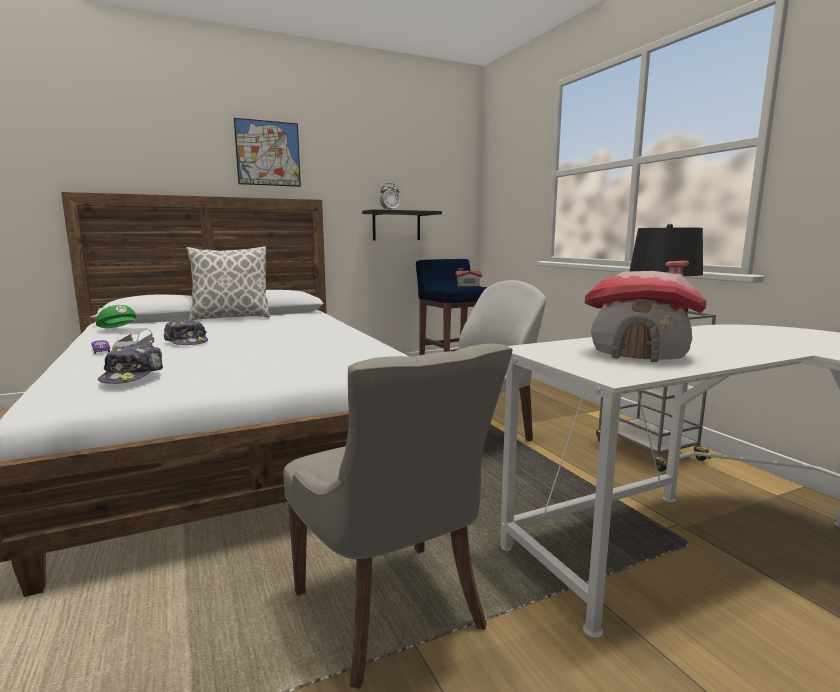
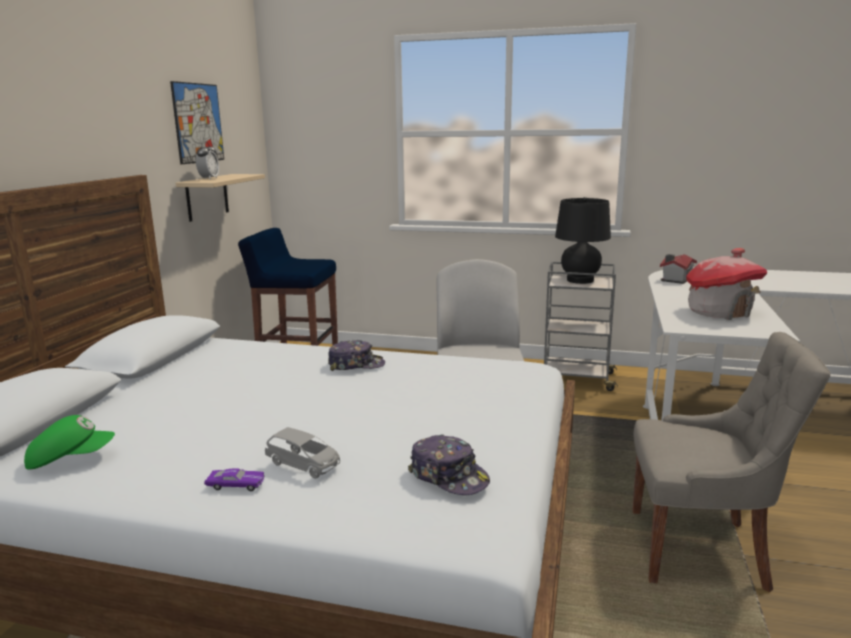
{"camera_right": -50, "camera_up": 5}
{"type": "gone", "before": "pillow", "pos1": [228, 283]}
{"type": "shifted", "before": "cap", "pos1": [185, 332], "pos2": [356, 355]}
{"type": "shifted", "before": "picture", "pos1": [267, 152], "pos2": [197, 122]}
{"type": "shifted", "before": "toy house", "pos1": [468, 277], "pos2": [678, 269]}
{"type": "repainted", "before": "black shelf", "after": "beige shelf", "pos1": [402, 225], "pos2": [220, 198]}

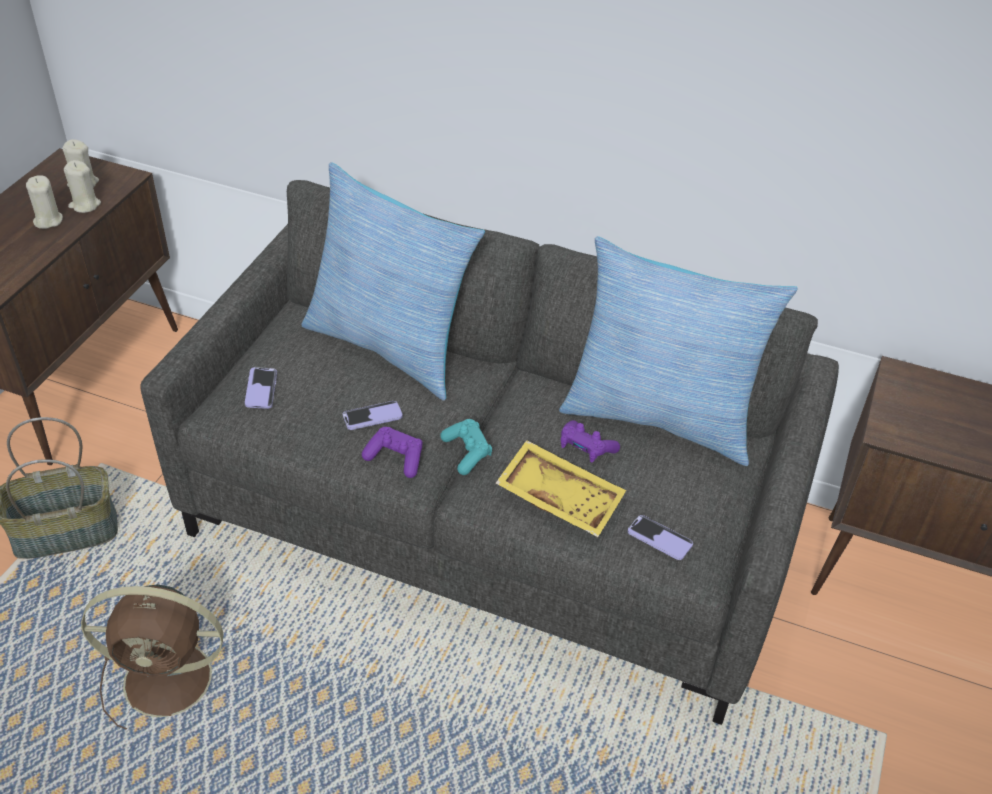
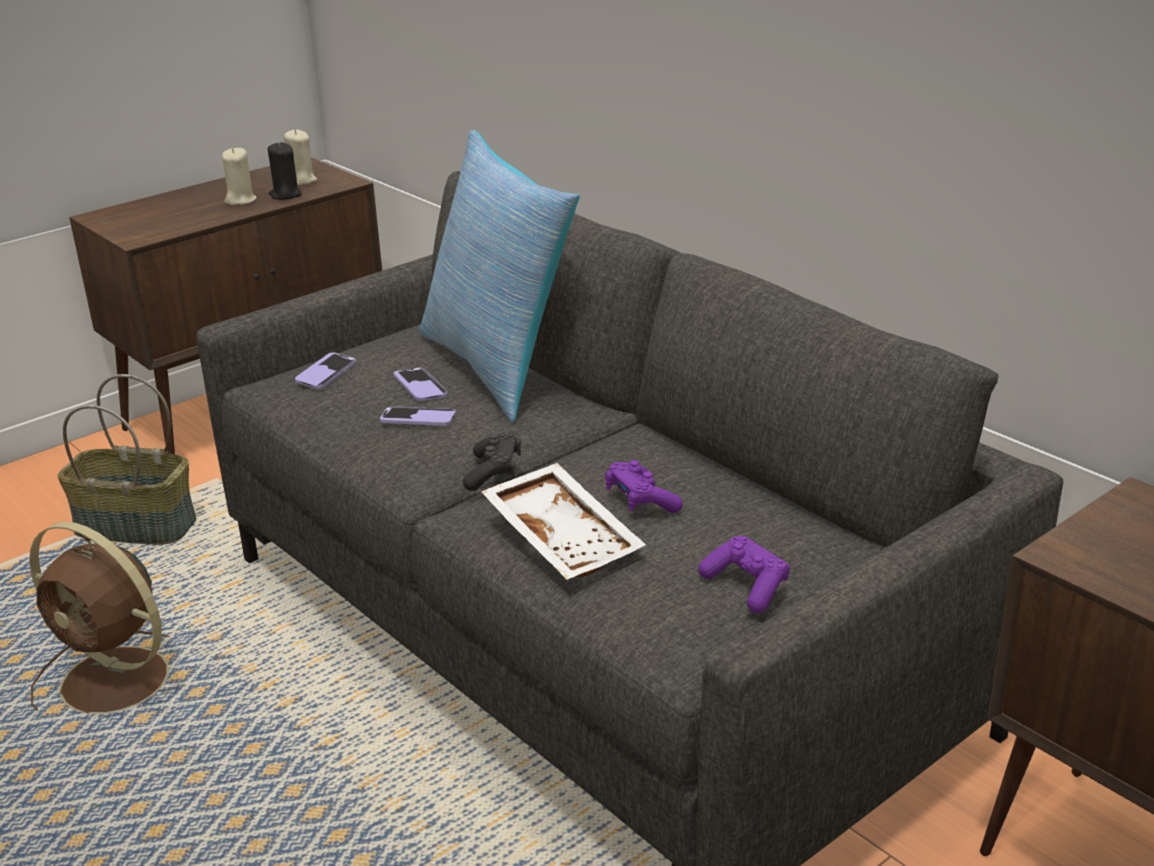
{"camera_right": 30, "camera_up": -15}
{"type": "gone", "before": "pillow", "pos1": [678, 351]}
{"type": "shifted", "before": "purple game controller", "pos1": [392, 452], "pos2": [744, 574]}
{"type": "shifted", "before": "phone", "pos1": [660, 537], "pos2": [420, 384]}
{"type": "repainted", "before": "beige candle", "after": "black candle", "pos1": [82, 186], "pos2": [284, 171]}
{"type": "repainted", "before": "turquoise game controller", "after": "black game controller", "pos1": [466, 447], "pos2": [492, 461]}
{"type": "repainted", "before": "yellow tray", "after": "white tray", "pos1": [561, 488], "pos2": [563, 521]}

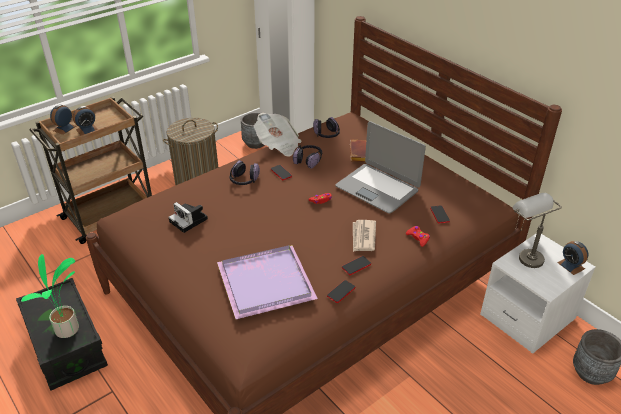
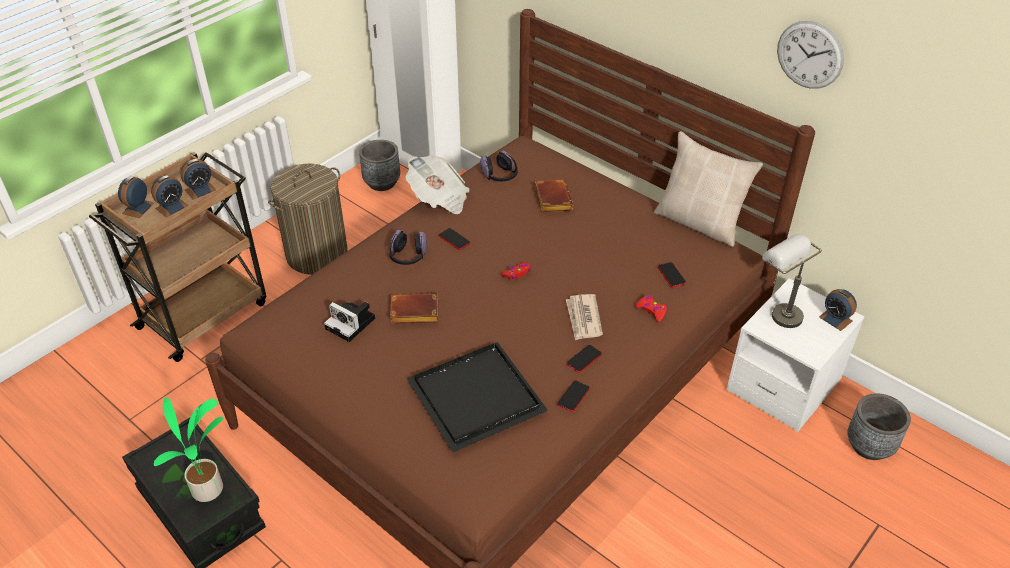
{"camera_right": -10, "camera_up": 5}
{"type": "gone", "before": "headphones", "pos1": [307, 157]}
{"type": "gone", "before": "laptop", "pos1": [380, 167]}
{"type": "new", "after": "alarm clock", "pos2": [198, 179]}
{"type": "new", "after": "brown book", "pos2": [414, 308]}
{"type": "new", "after": "beige pillow", "pos2": [708, 189]}
{"type": "new", "after": "wall clock", "pos2": [810, 55]}
{"type": "repainted", "before": "purple tray", "after": "black tray", "pos1": [267, 282], "pos2": [477, 397]}

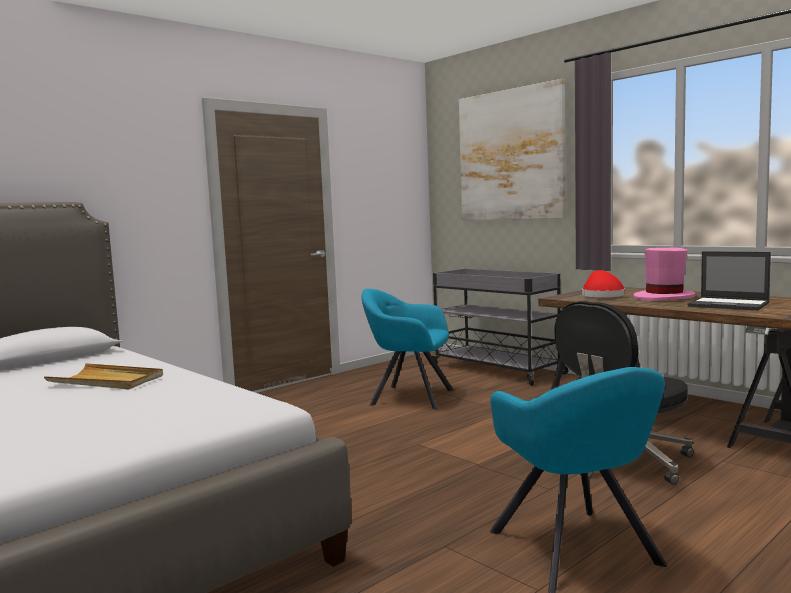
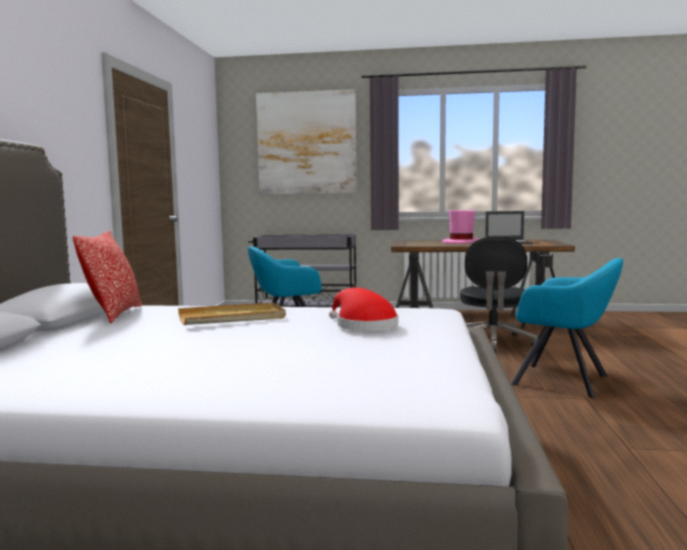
{"camera_right": -40, "camera_up": 0}
{"type": "new", "after": "pillow", "pos2": [107, 277]}
{"type": "shifted", "before": "red hat", "pos1": [603, 283], "pos2": [363, 309]}

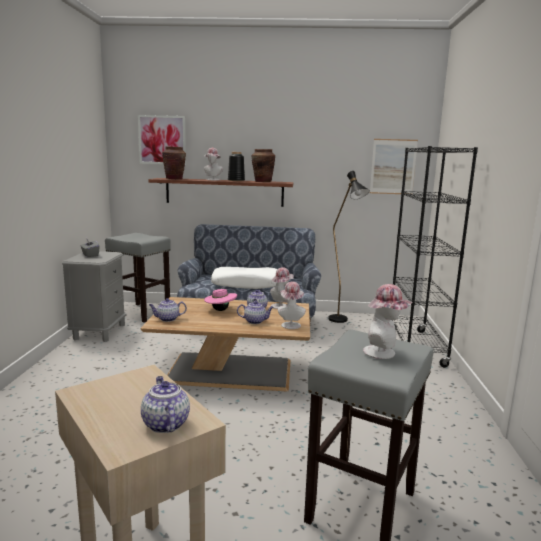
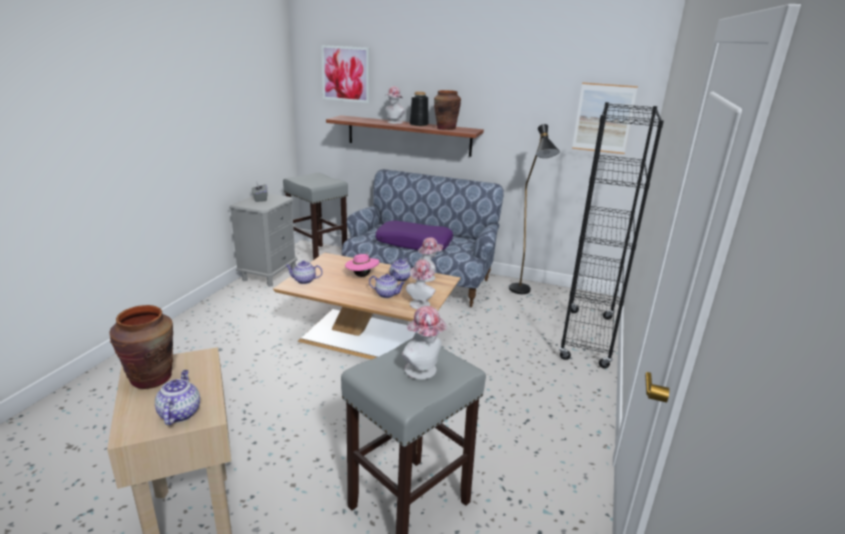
{"camera_right": 15, "camera_up": 10}
{"type": "shifted", "before": "brown vase", "pos1": [174, 162], "pos2": [141, 347]}
{"type": "repainted", "before": "white pillow", "after": "purple pillow", "pos1": [244, 278], "pos2": [414, 235]}

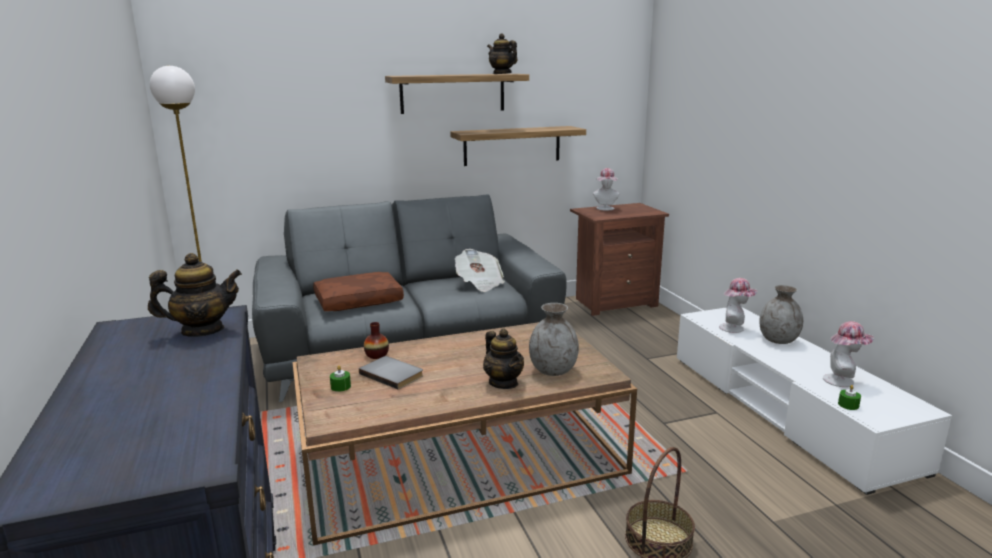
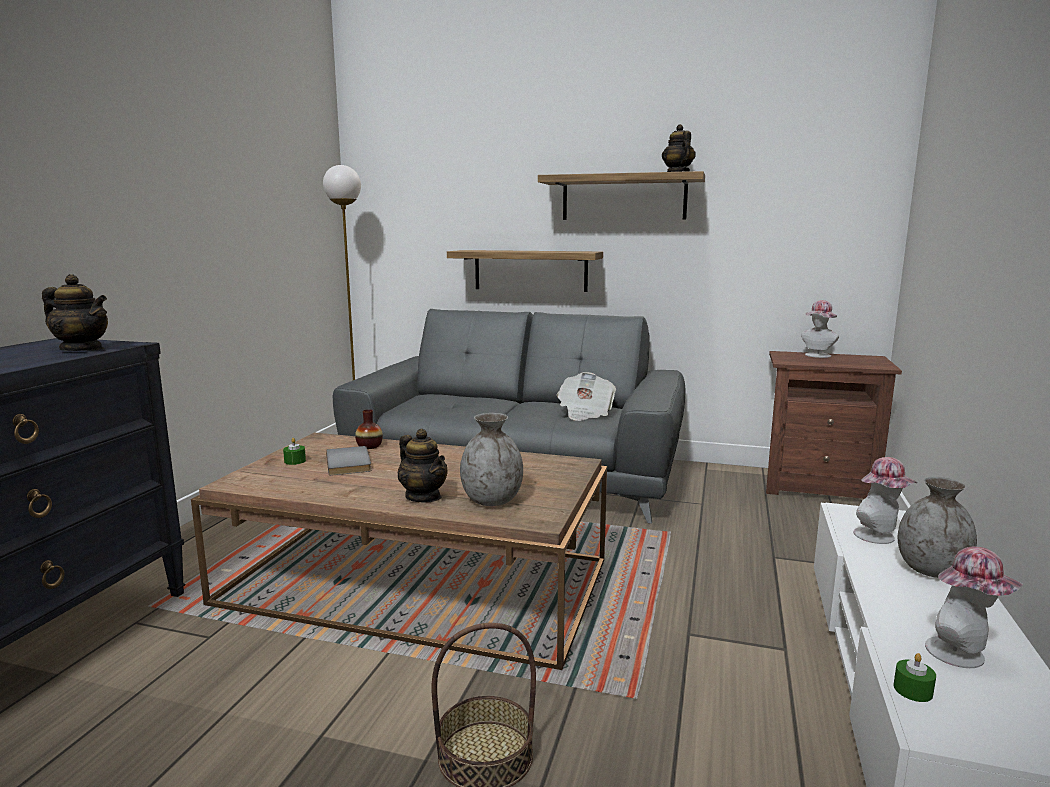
{"camera_right": 35, "camera_up": -5}
{"type": "gone", "before": "brown pillow", "pos1": [358, 291]}
{"type": "shifted", "before": "shelf", "pos1": [518, 146], "pos2": [525, 271]}
{"type": "rotated", "before": "teapot", "pos1": [503, 359], "pos2": [423, 465], "turn": -45}

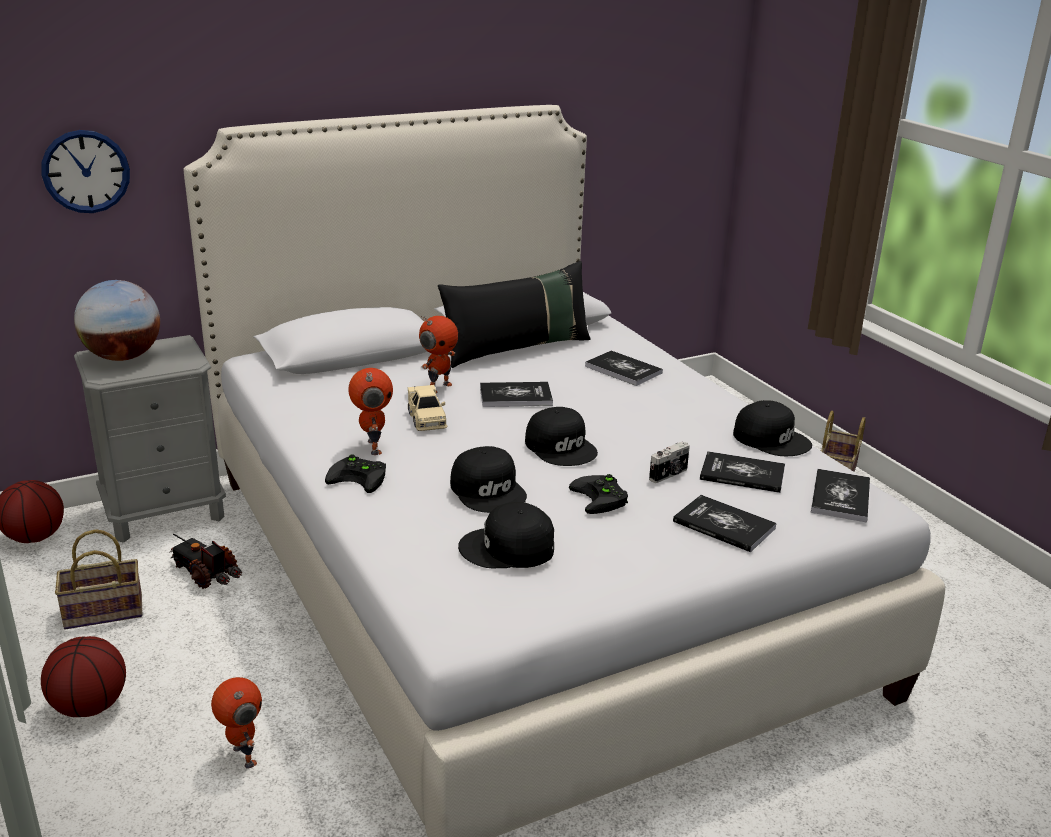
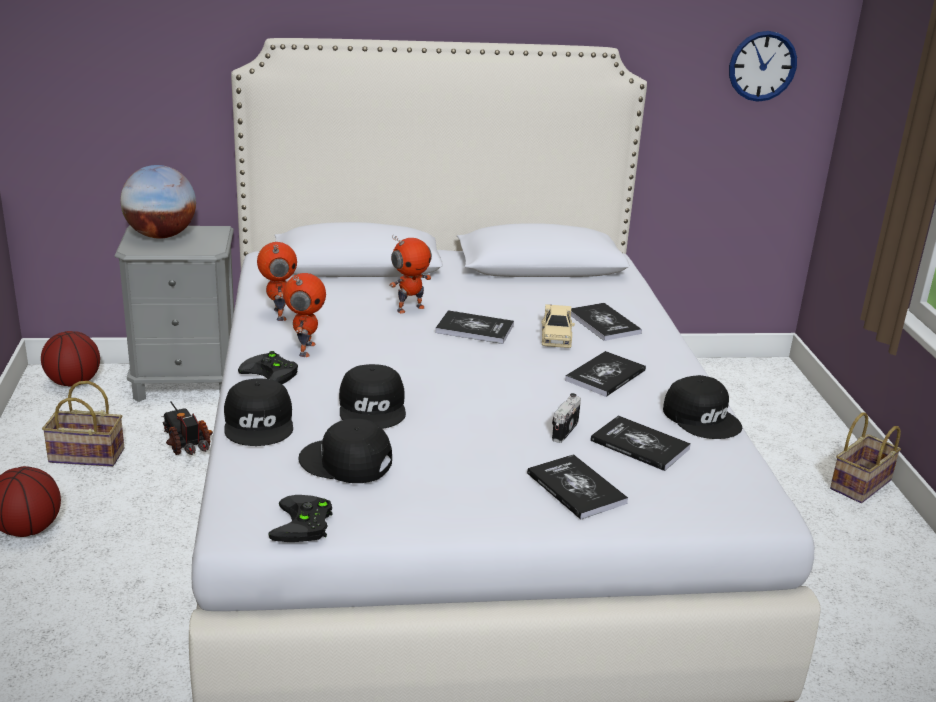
{"camera_right": 20, "camera_up": 0}
{"type": "gone", "before": "black pillow", "pos1": [514, 314]}
{"type": "shifted", "before": "wall clock", "pos1": [85, 171], "pos2": [763, 66]}
{"type": "shifted", "before": "toy robot", "pos1": [236, 722], "pos2": [277, 281]}
{"type": "shifted", "before": "beige toy car", "pos1": [427, 408], "pos2": [558, 326]}
{"type": "shifted", "before": "black cap", "pos1": [561, 436], "pos2": [258, 412]}
{"type": "shifted", "before": "black game controller", "pos1": [598, 494], "pos2": [301, 518]}
{"type": "shifted", "before": "book", "pos1": [840, 495], "pos2": [605, 374]}
{"type": "rotated", "before": "photo camera", "pos1": [669, 462], "pos2": [566, 418], "turn": 135}

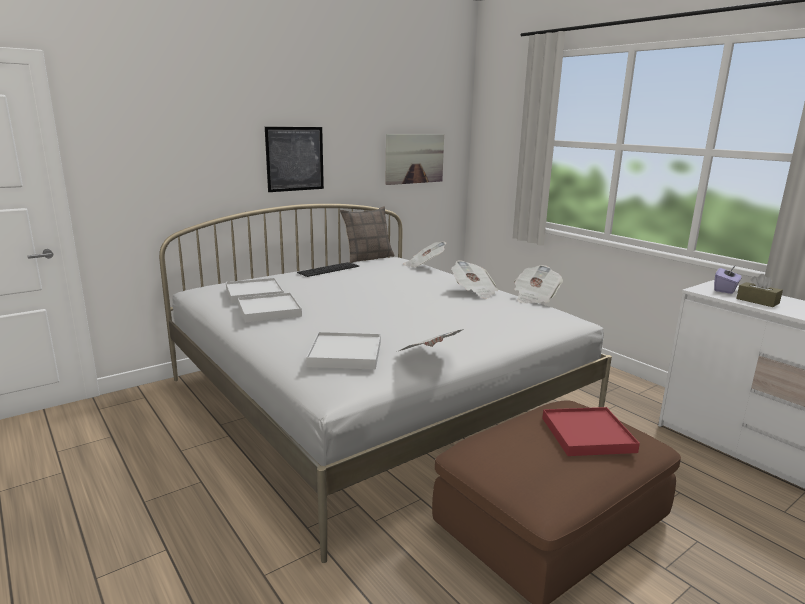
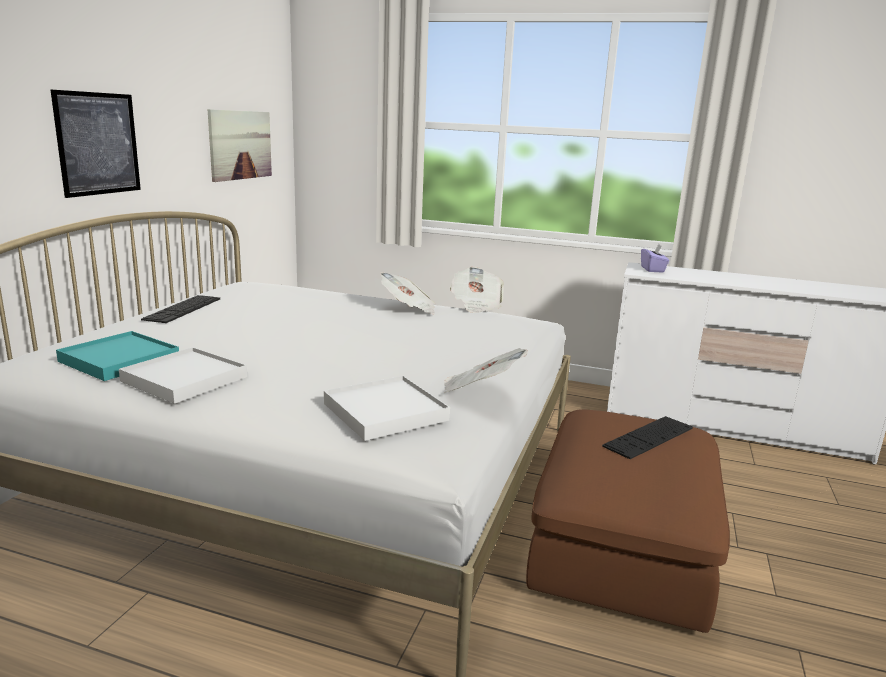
{"camera_right": -35, "camera_up": 0}
{"type": "gone", "before": "pillow", "pos1": [367, 234]}
{"type": "gone", "before": "newspaper", "pos1": [425, 254]}
{"type": "gone", "before": "brown tissue box", "pos1": [759, 290]}
{"type": "swapped", "before": "red tray", "after": "keyboard", "pos1": [591, 431], "pos2": [647, 437]}
{"type": "repainted", "before": "white tray", "after": "turquoise tray", "pos1": [255, 291], "pos2": [117, 356]}

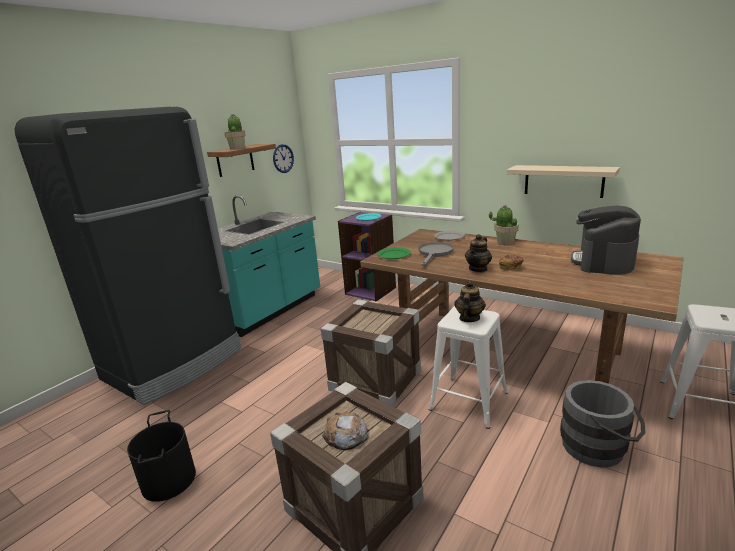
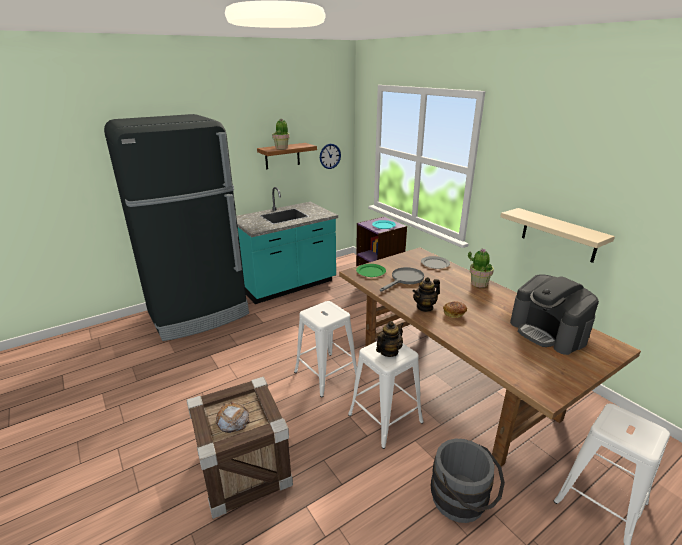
{"camera_right": 20, "camera_up": 5}
{"type": "gone", "before": "black bucket", "pos1": [161, 456]}
{"type": "swapped", "before": "crate", "after": "white stool", "pos1": [371, 353], "pos2": [325, 349]}
{"type": "rotated", "before": "coffee machine", "pos1": [606, 240], "pos2": [554, 314], "turn": -75}

